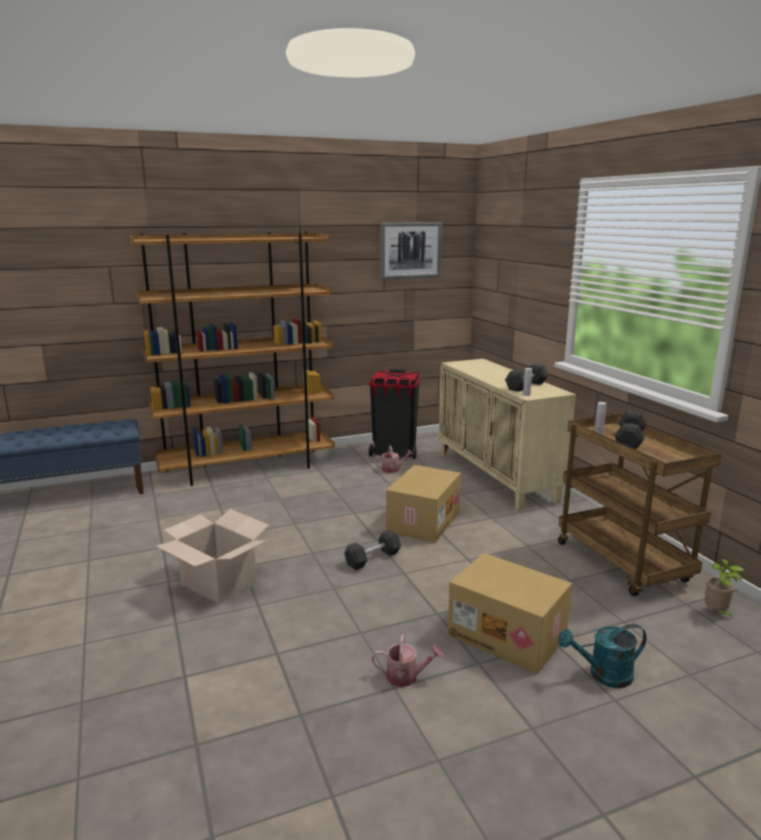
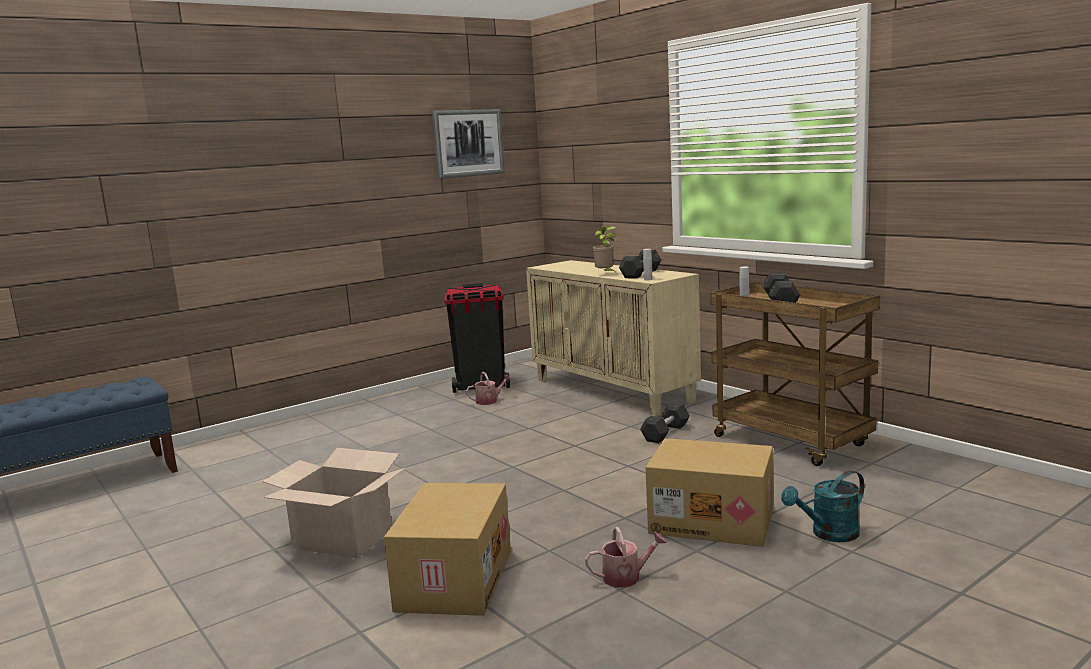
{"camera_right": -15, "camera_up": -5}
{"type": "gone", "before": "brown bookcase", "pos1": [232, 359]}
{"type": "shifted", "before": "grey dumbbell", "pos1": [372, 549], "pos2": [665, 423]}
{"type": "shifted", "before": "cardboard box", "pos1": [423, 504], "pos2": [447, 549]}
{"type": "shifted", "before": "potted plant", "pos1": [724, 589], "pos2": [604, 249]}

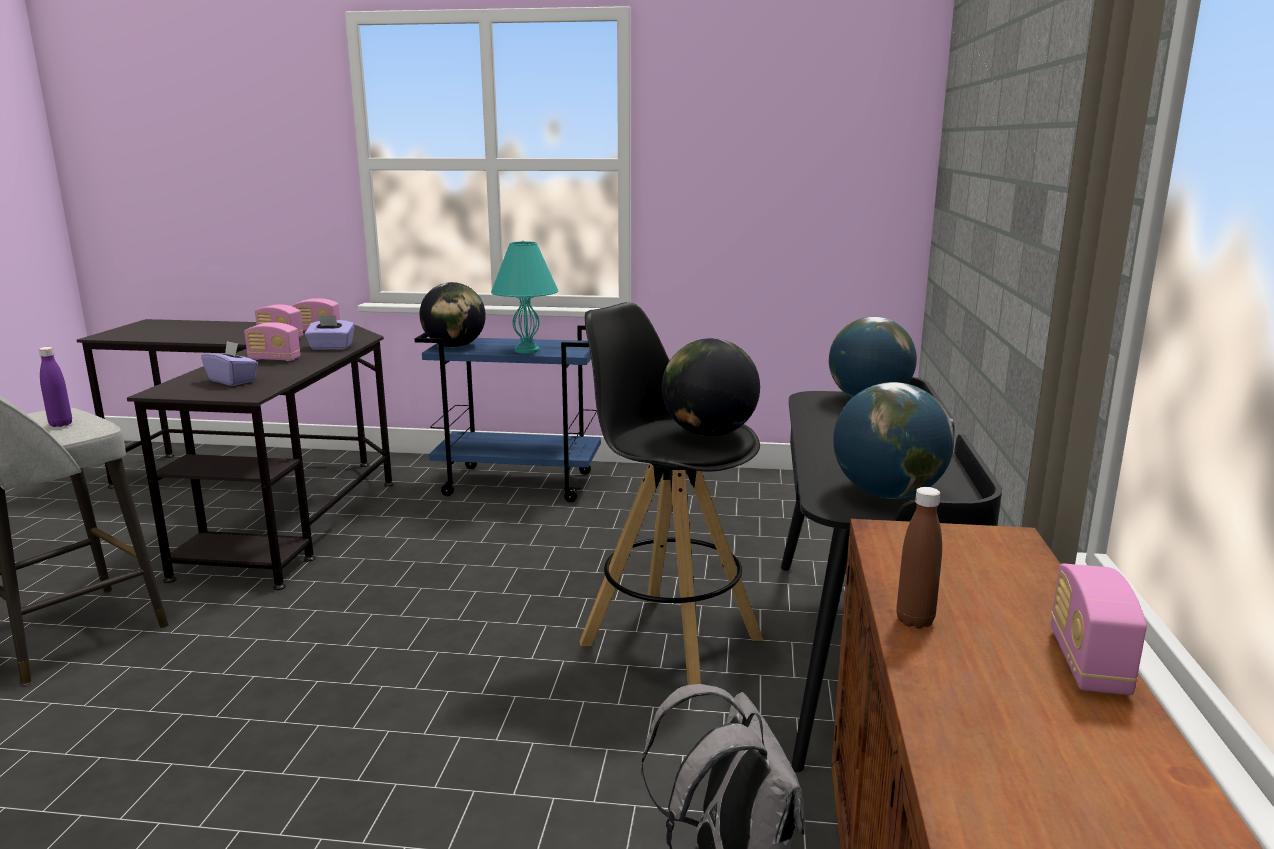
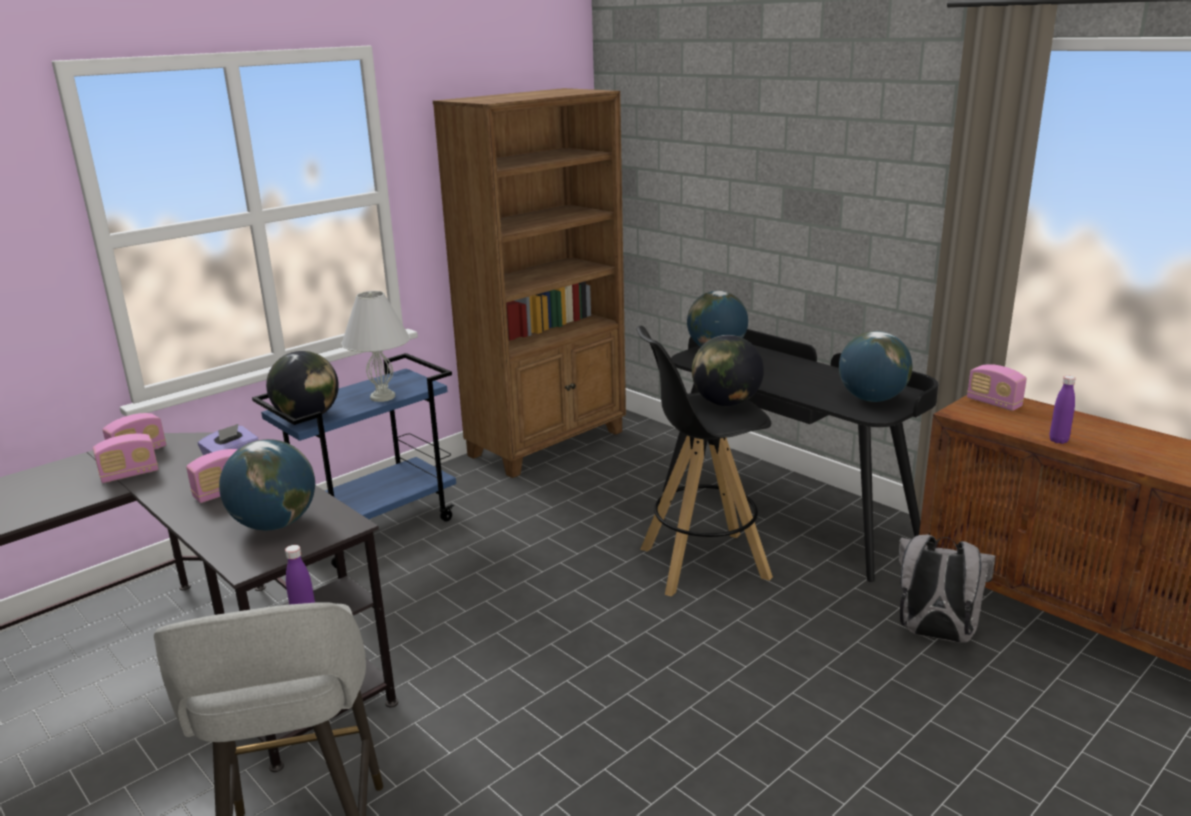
{"camera_right": -50, "camera_up": 5}
{"type": "new", "after": "brown bookcase", "pos2": [529, 283]}
{"type": "shifted", "before": "radio", "pos1": [1098, 629], "pos2": [997, 387]}
{"type": "swapped", "before": "purple tissue box", "after": "globe", "pos1": [229, 363], "pos2": [267, 484]}
{"type": "repainted", "before": "turquoise table lamp", "after": "white table lamp", "pos1": [524, 297], "pos2": [375, 346]}
{"type": "repainted", "before": "brown bottle", "after": "purple bottle", "pos1": [919, 558], "pos2": [1062, 409]}

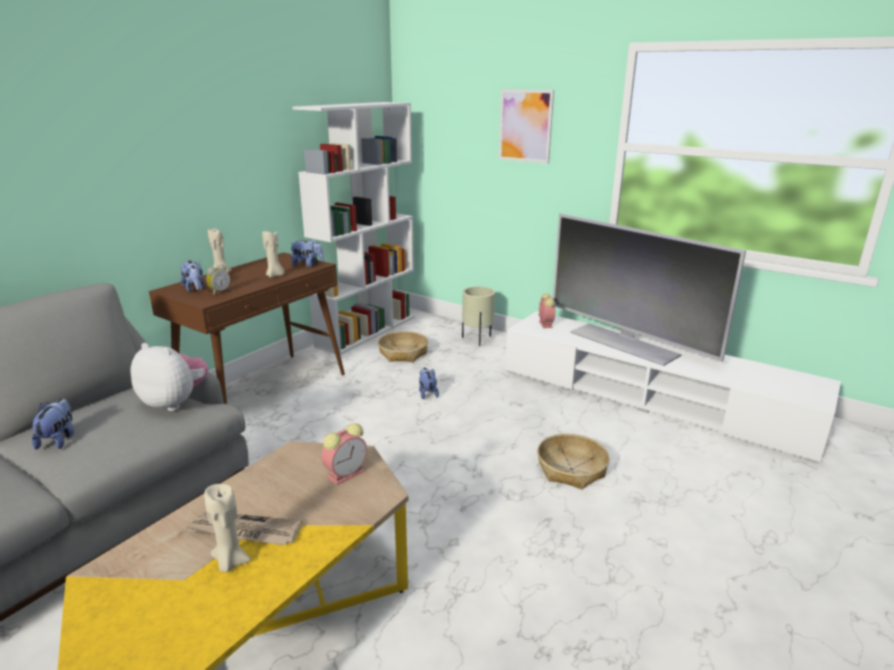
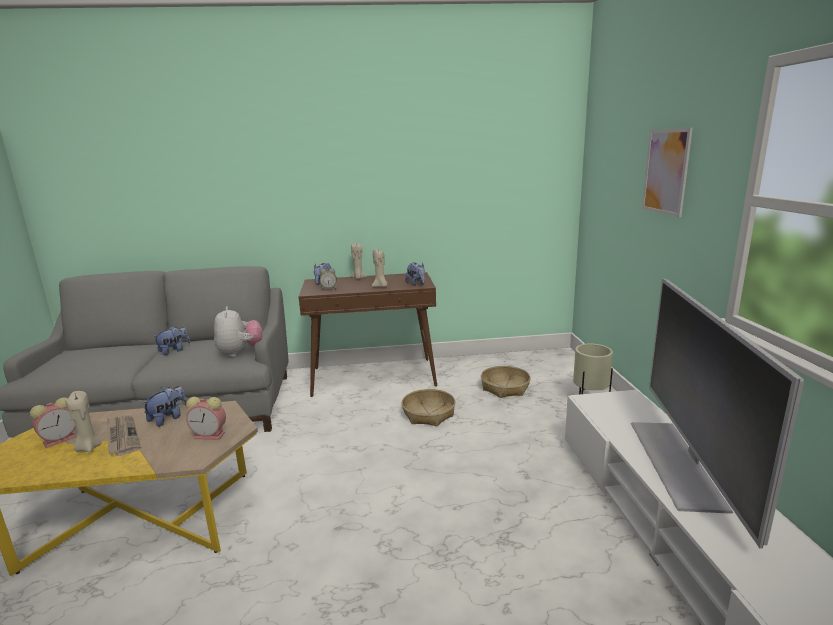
{"camera_right": 50, "camera_up": -5}
{"type": "gone", "before": "white bookcase", "pos1": [354, 228]}
{"type": "shifted", "before": "plush toy", "pos1": [429, 383], "pos2": [164, 406]}
{"type": "shifted", "before": "basket", "pos1": [573, 461], "pos2": [428, 407]}
{"type": "shifted", "before": "alarm clock", "pos1": [546, 311], "pos2": [53, 422]}

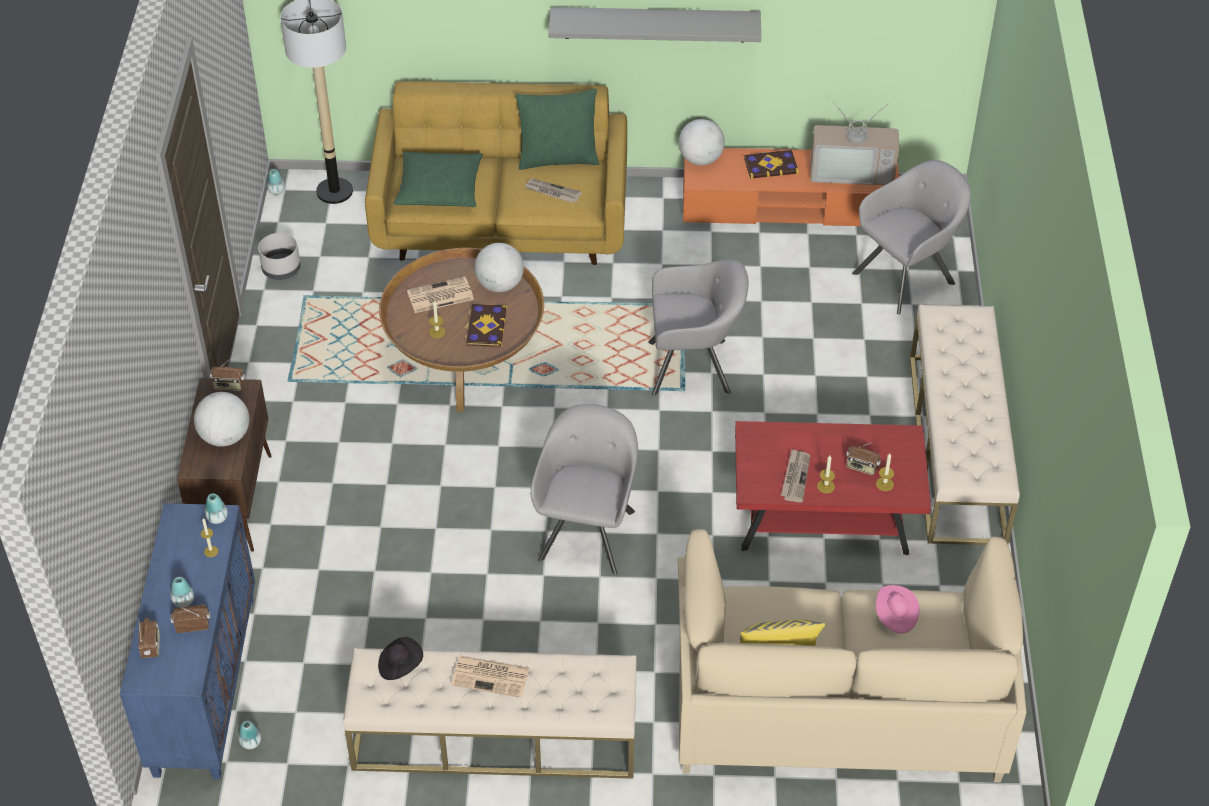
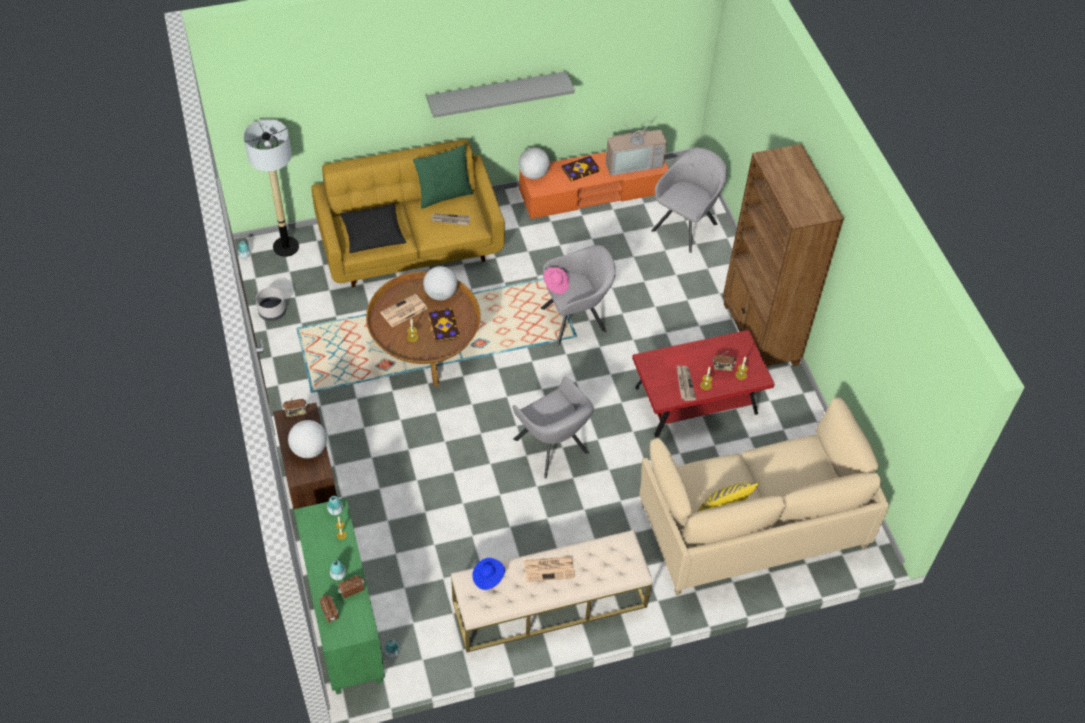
{"camera_right": -20, "camera_up": 5}
{"type": "shifted", "before": "pink hat", "pos1": [898, 609], "pos2": [556, 280]}
{"type": "swapped", "before": "beige bench", "after": "brown bookcase", "pos1": [965, 424], "pos2": [783, 255]}
{"type": "repainted", "before": "blue cabinet", "after": "green cabinet", "pos1": [187, 641], "pos2": [339, 596]}
{"type": "repainted", "before": "black hat", "after": "blue hat", "pos1": [400, 658], "pos2": [488, 574]}
{"type": "repainted", "before": "green pillow", "after": "black pillow", "pos1": [438, 179], "pos2": [373, 228]}
{"type": "rotated", "before": "grey armchair", "pos1": [584, 489], "pos2": [553, 427], "turn": 150}

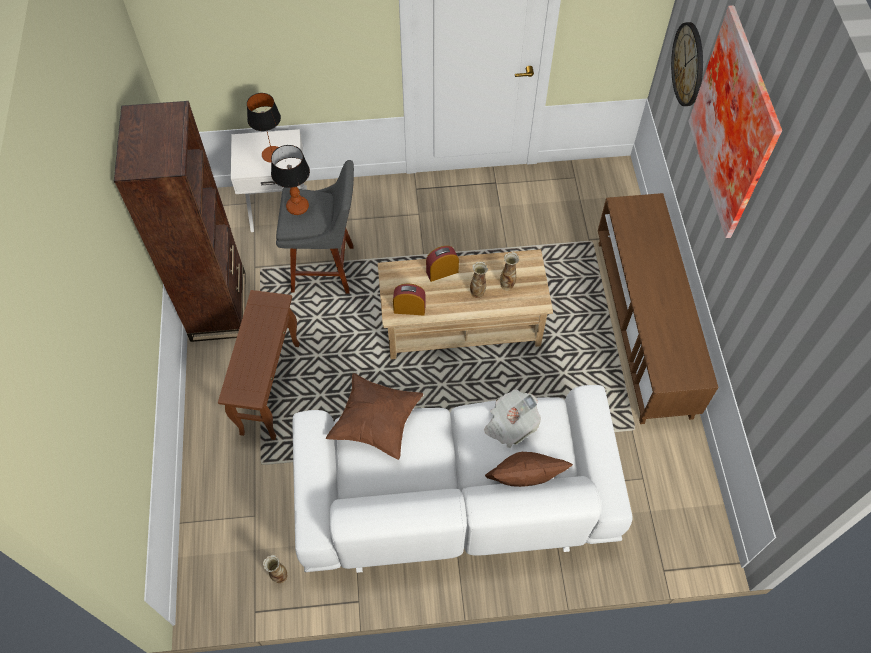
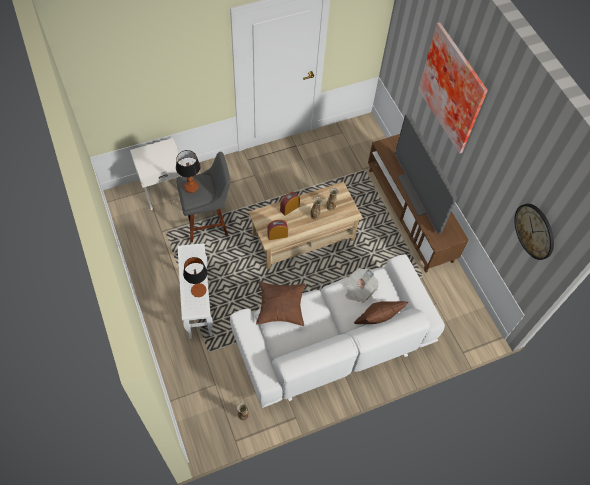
{"camera_right": -20, "camera_up": 0}
{"type": "gone", "before": "brown bookcase", "pos1": [179, 221]}
{"type": "new", "after": "television", "pos2": [426, 174]}
{"type": "shifted", "before": "table lamp", "pos1": [264, 128], "pos2": [195, 277]}
{"type": "shifted", "before": "wall clock", "pos1": [687, 64], "pos2": [534, 232]}
{"type": "repainted", "before": "brown side table", "after": "white side table", "pos1": [259, 365], "pos2": [195, 291]}

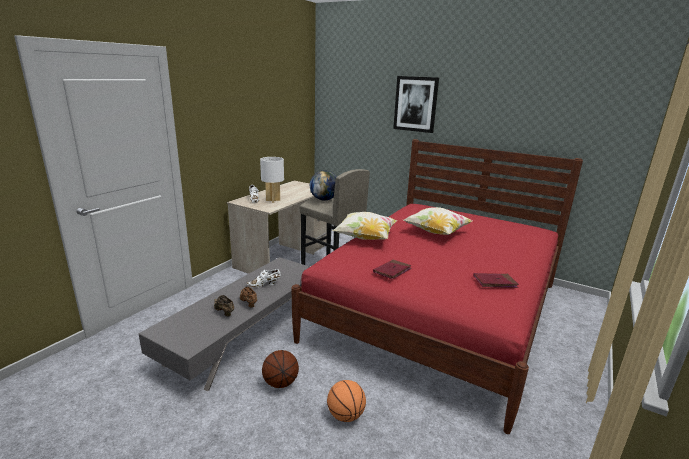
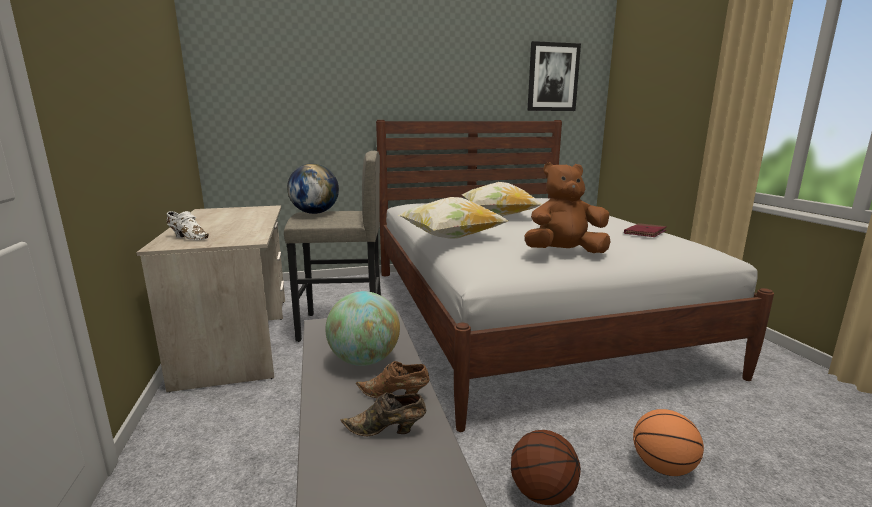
{"camera_right": -45, "camera_up": -5}
{"type": "gone", "before": "white table lamp", "pos1": [272, 180]}
{"type": "shifted", "before": "picture", "pos1": [416, 104], "pos2": [554, 76]}
{"type": "swapped", "before": "white shoe", "after": "globe", "pos1": [263, 278], "pos2": [363, 328]}
{"type": "swapped", "before": "red book", "after": "brown plush toy", "pos1": [392, 269], "pos2": [567, 207]}
{"type": "repainted", "before": "red bed", "after": "white bed", "pos1": [437, 286], "pos2": [575, 276]}

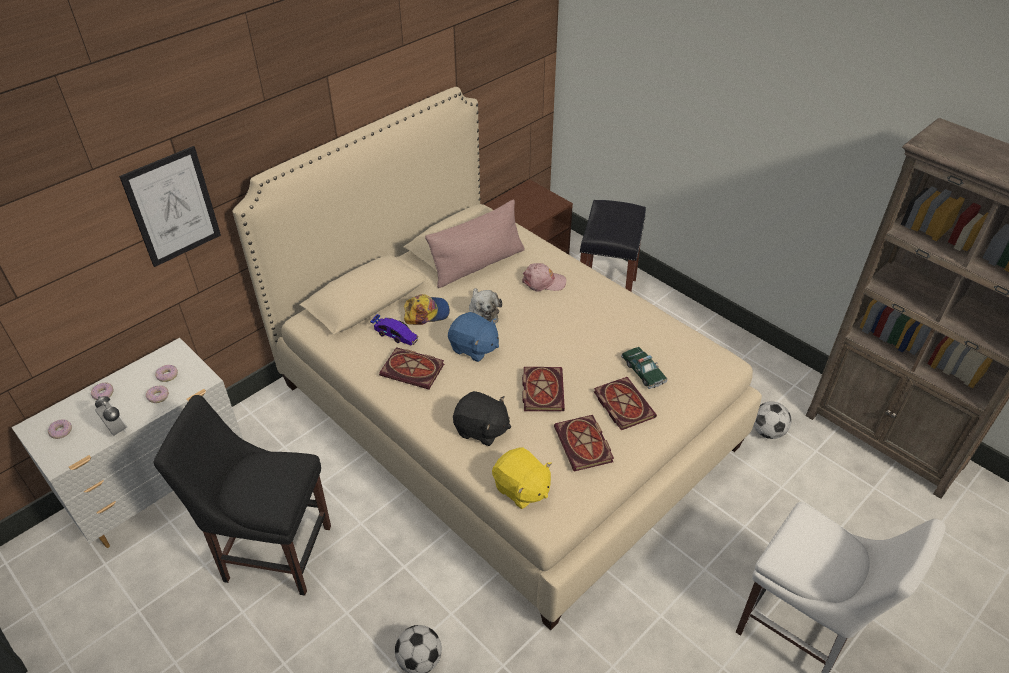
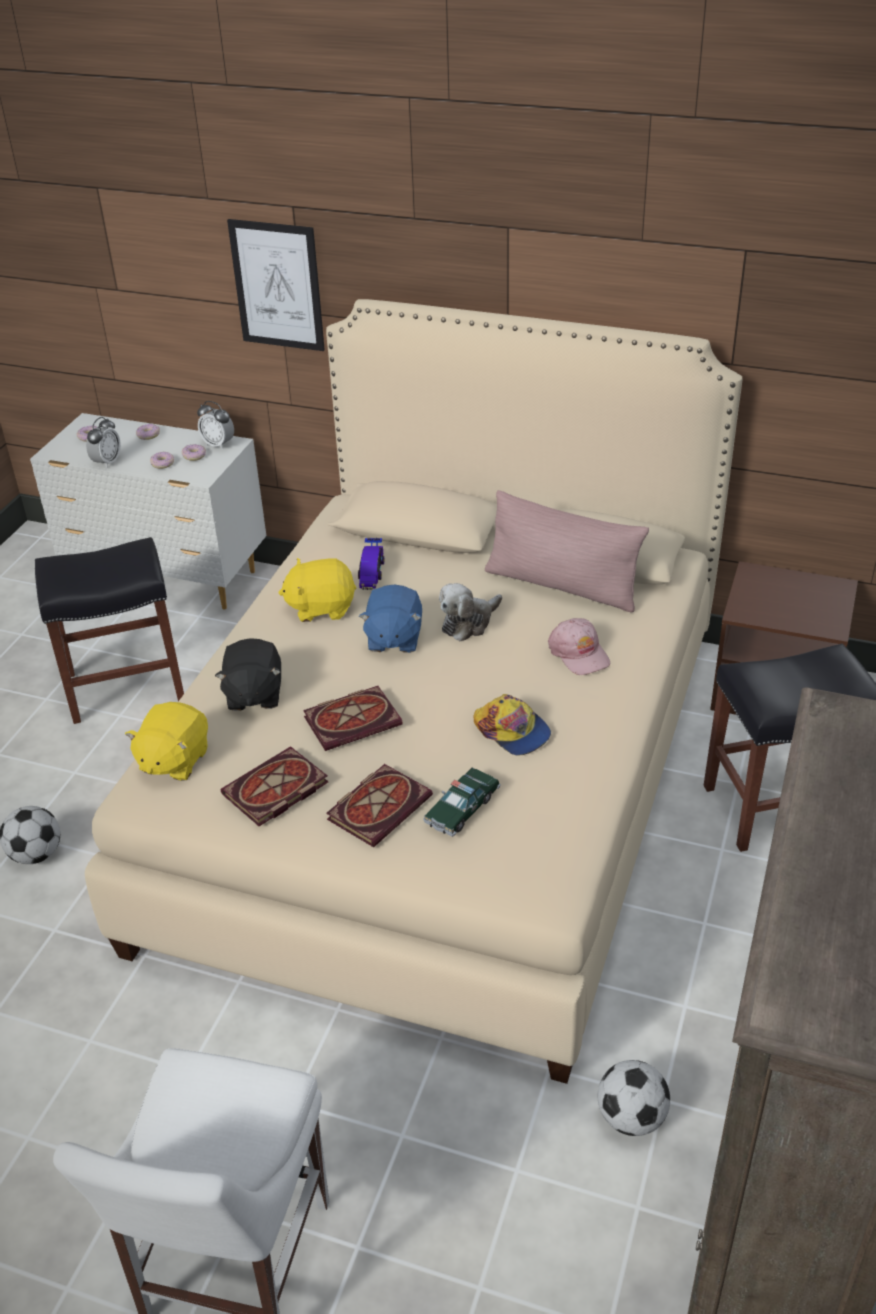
{"camera_right": 65, "camera_up": -5}
{"type": "new", "after": "alarm clock", "pos2": [215, 425]}
{"type": "shifted", "before": "cap", "pos1": [427, 309], "pos2": [512, 724]}
{"type": "swapped", "before": "black chair", "after": "black stool", "pos1": [242, 495], "pos2": [109, 630]}
{"type": "swapped", "before": "book", "after": "yellow plush toy", "pos1": [411, 368], "pos2": [317, 590]}

